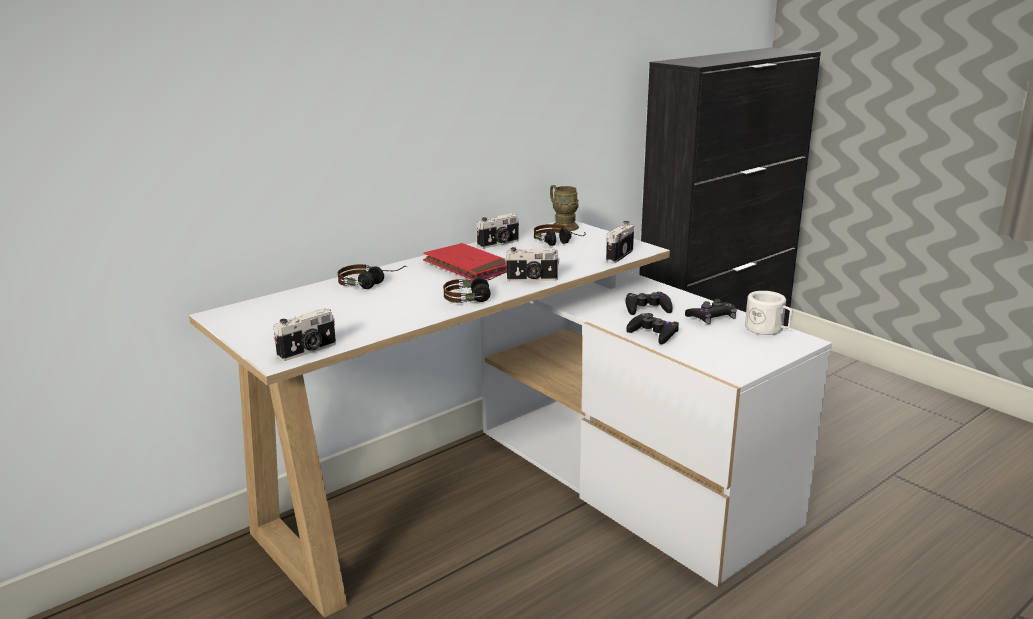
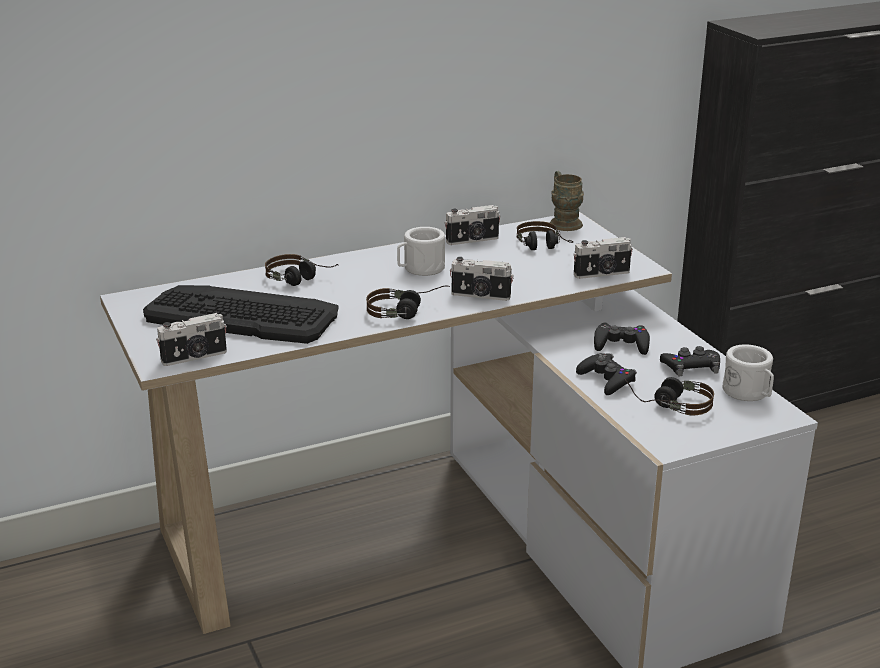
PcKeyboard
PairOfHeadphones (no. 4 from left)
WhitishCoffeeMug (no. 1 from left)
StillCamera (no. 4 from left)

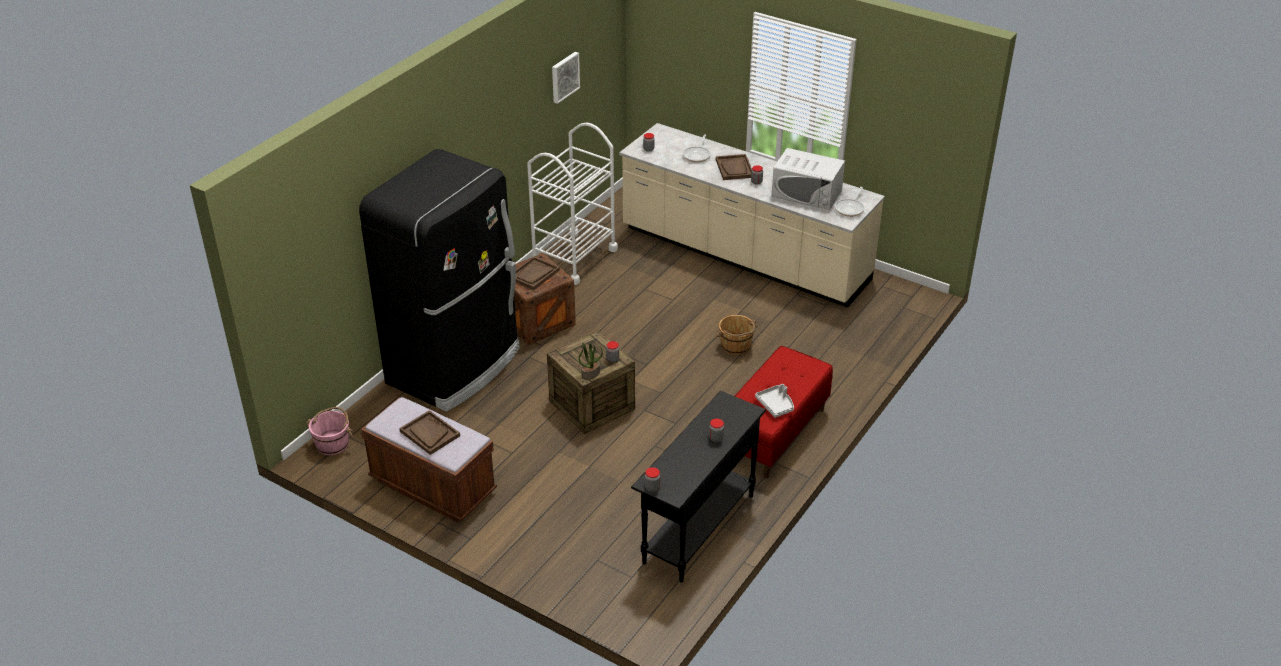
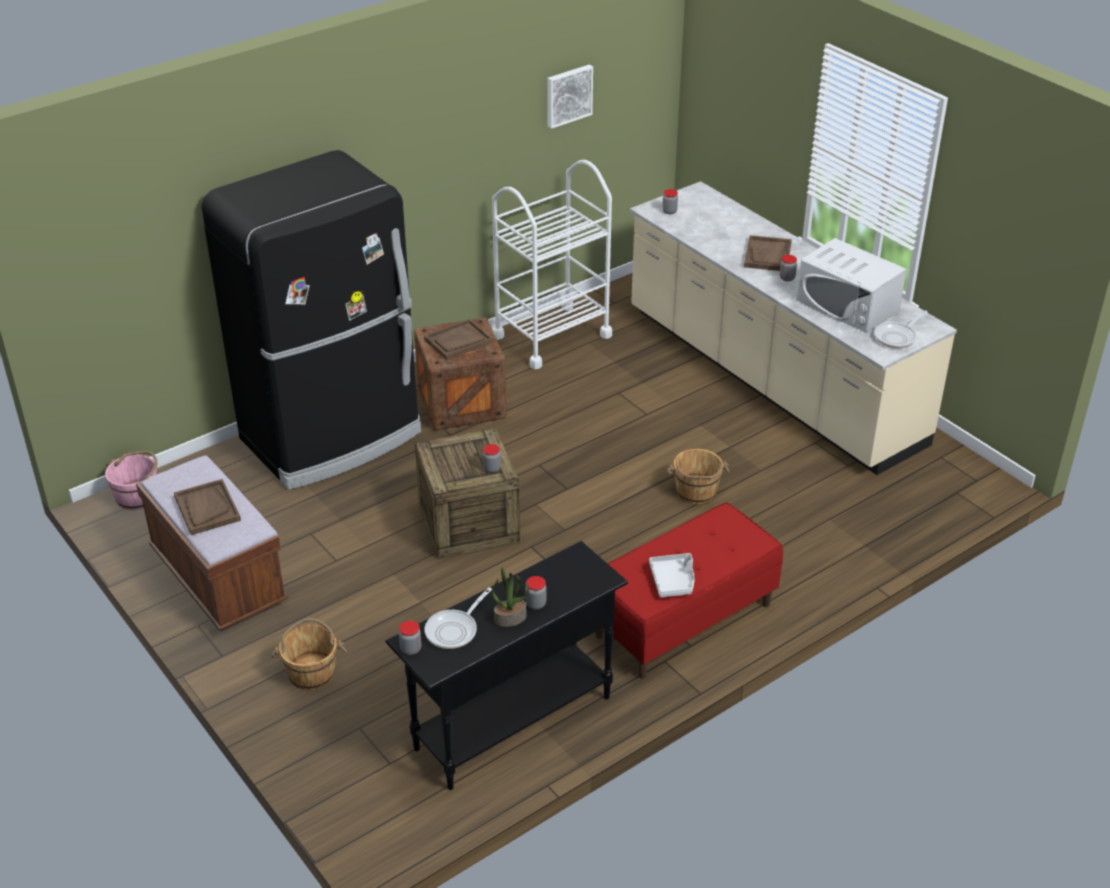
BrownWaterBucket (no. 1 from left)
PlantInAPot
Pan (no. 1 from left)

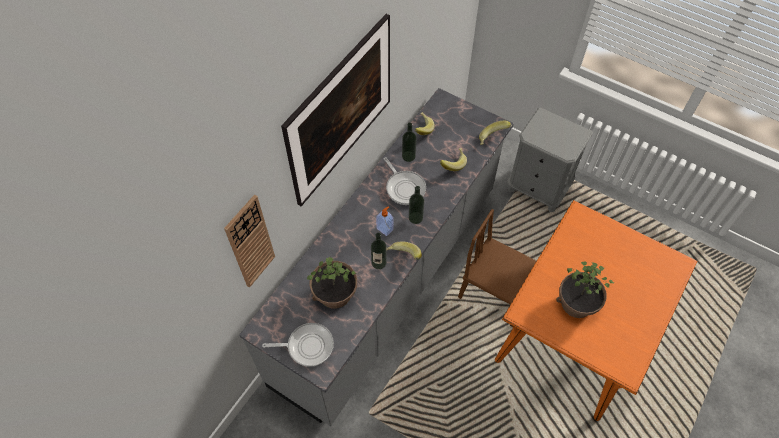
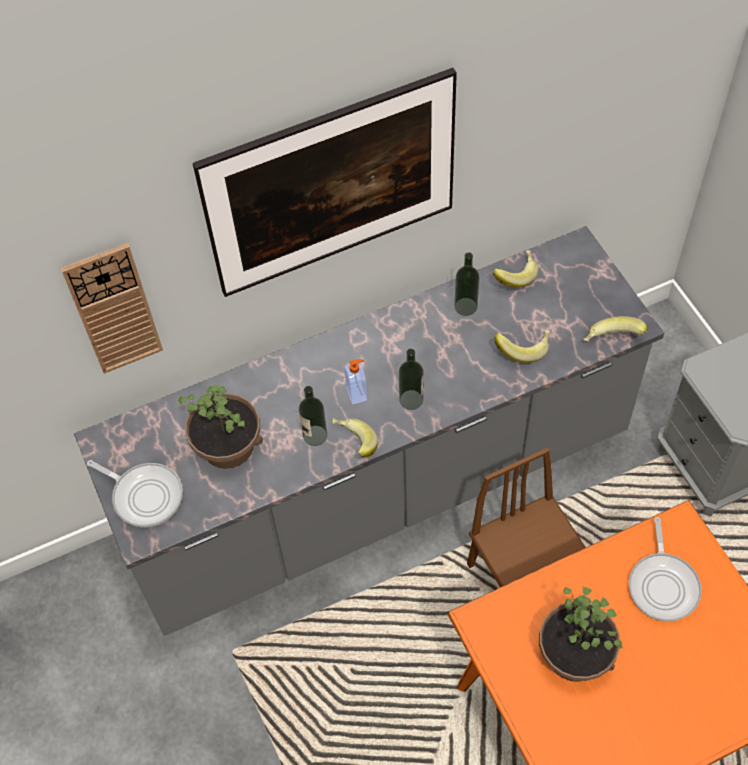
Pan (no. 2 from left)

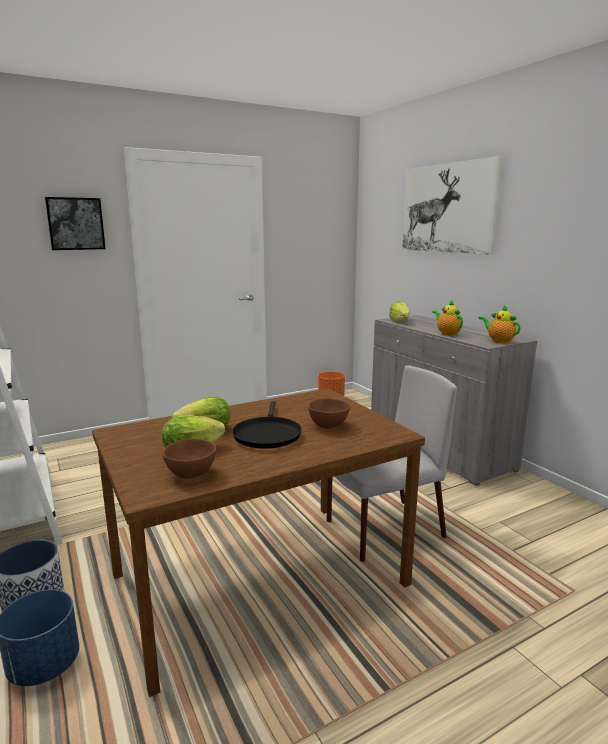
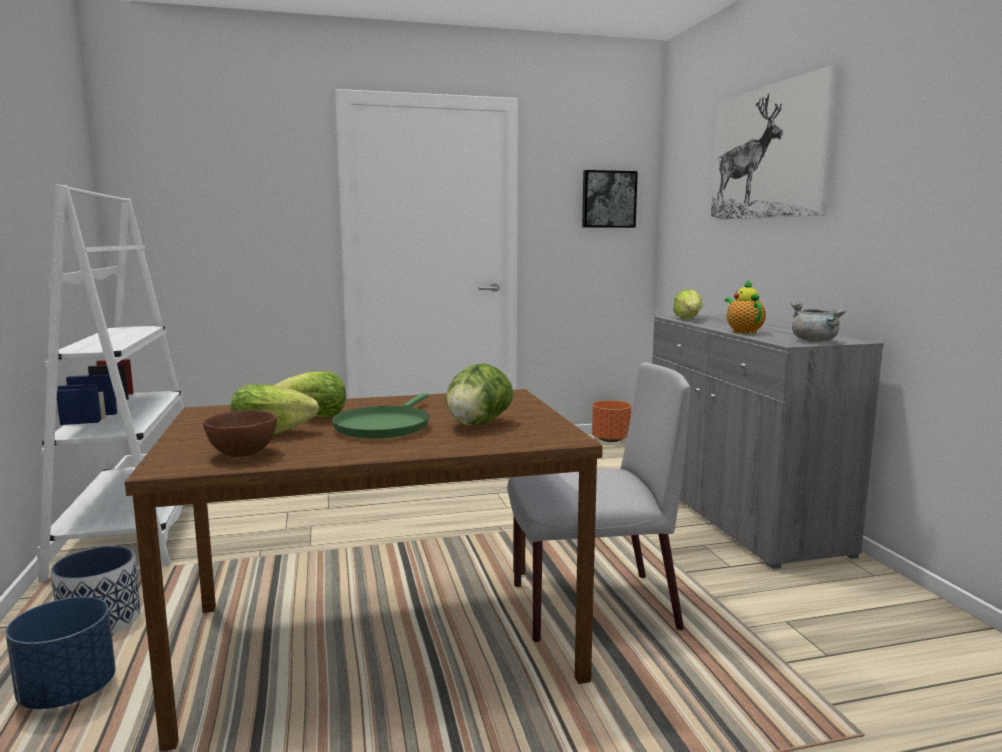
WallArt (no. 1 from left)
LettuceHead (no. 3 from left)
GrayCookingPot
GreenishPan

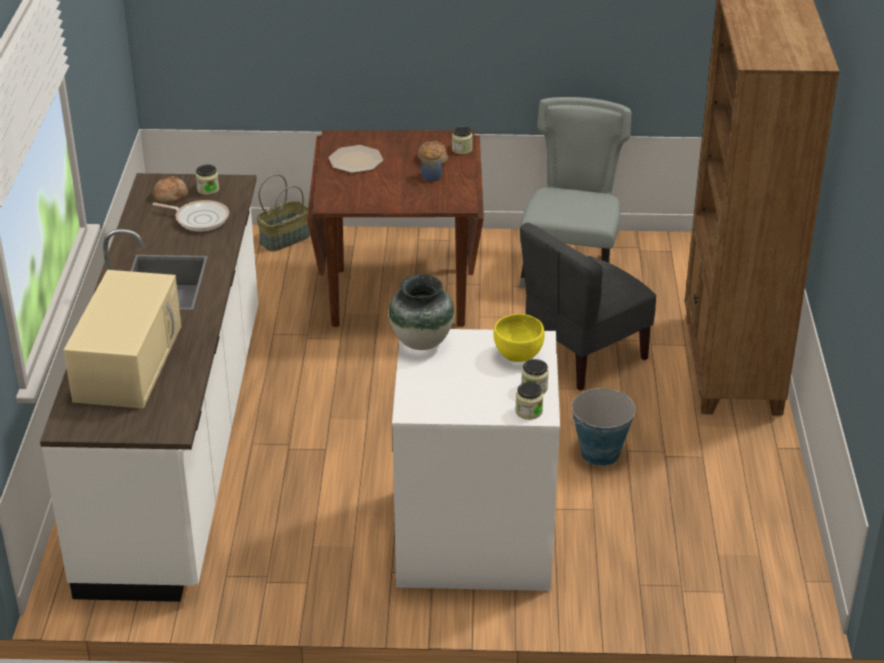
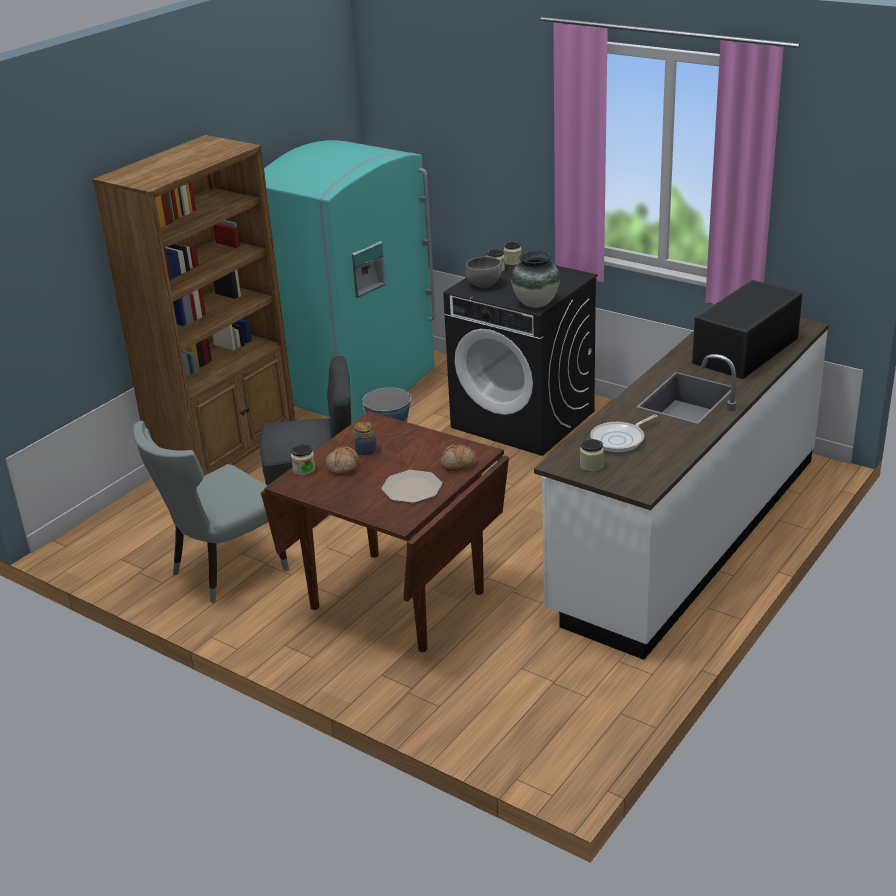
Basket
BlueGreenKitchenFridge
Bread (no. 2 from left)
BlackColouredMicrowave
BlackColouredLaundryAppliance
GrayBowl
Pan

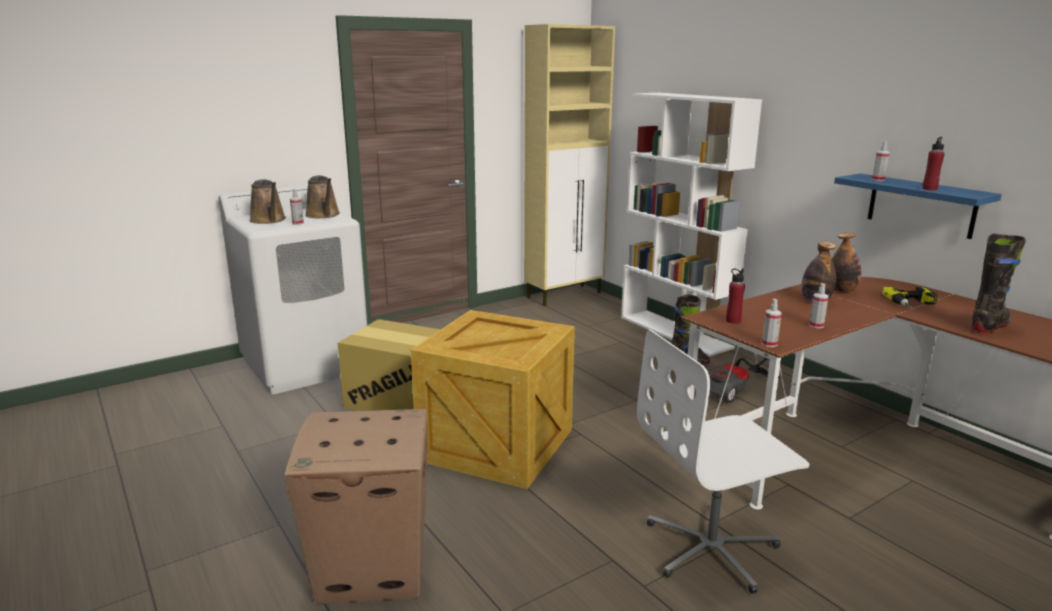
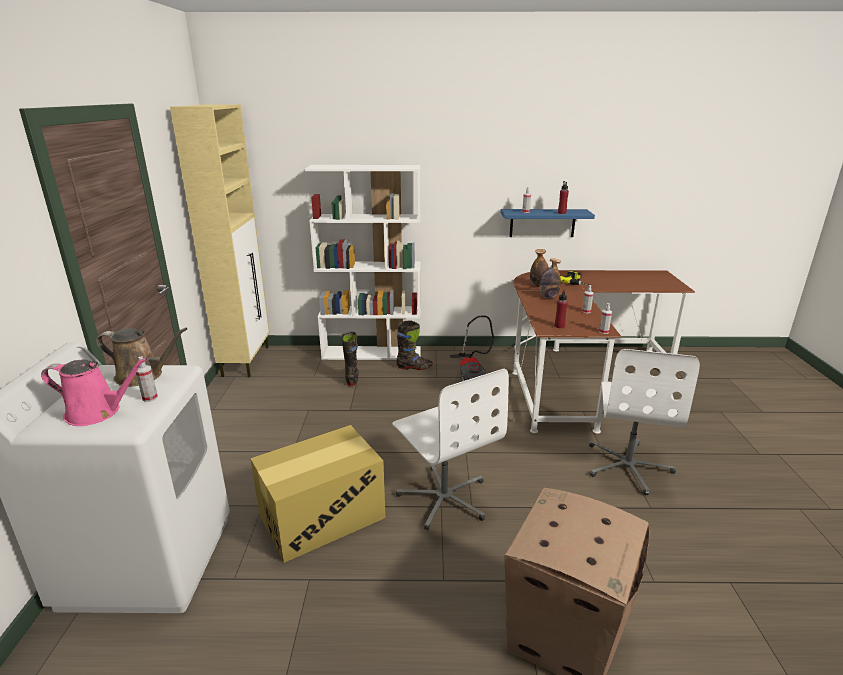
BlackColouredTallBoot (no. 1 from left)
WhitishDeskChair (no. 1 from left)
PinkSprinklingCan

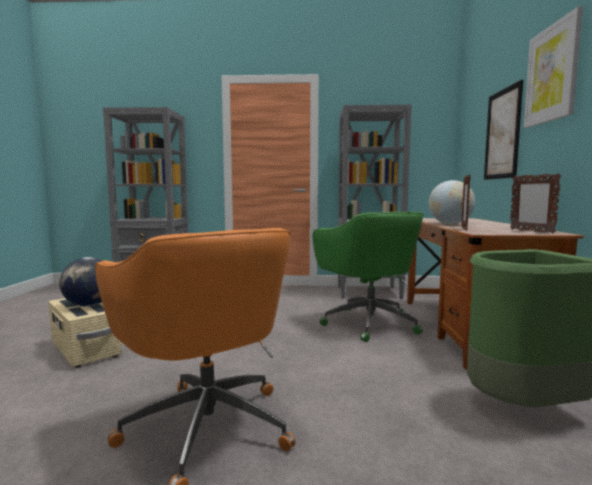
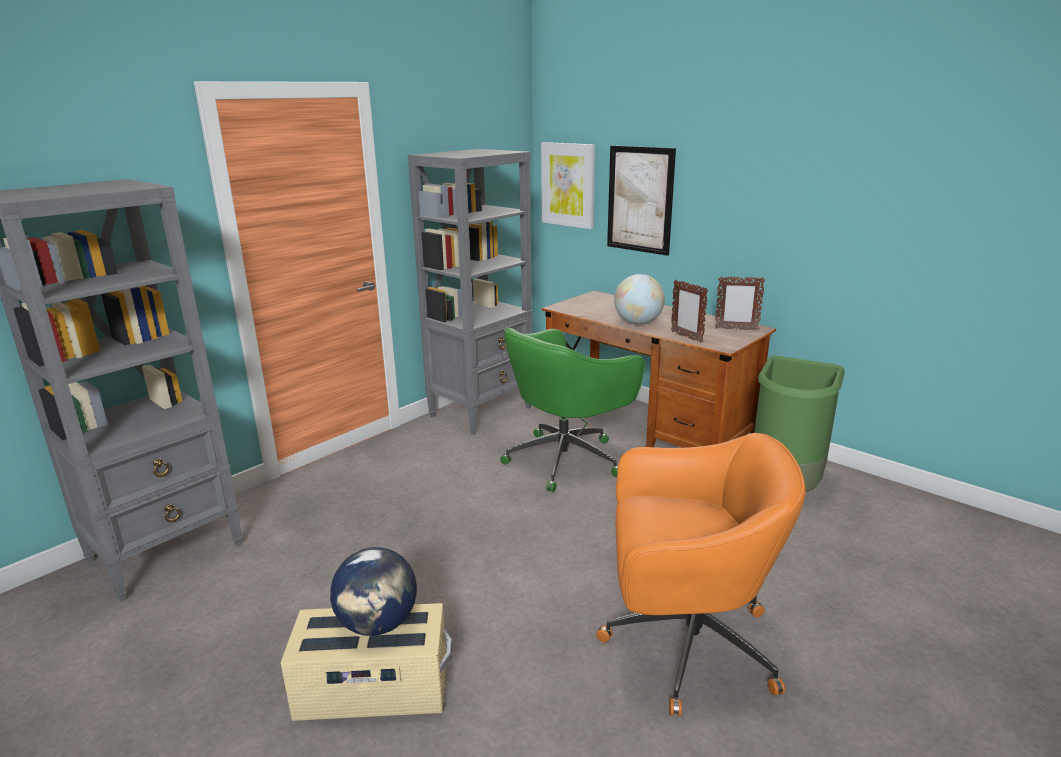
WallArt (no. 1 from left)
GreenishDeskChair

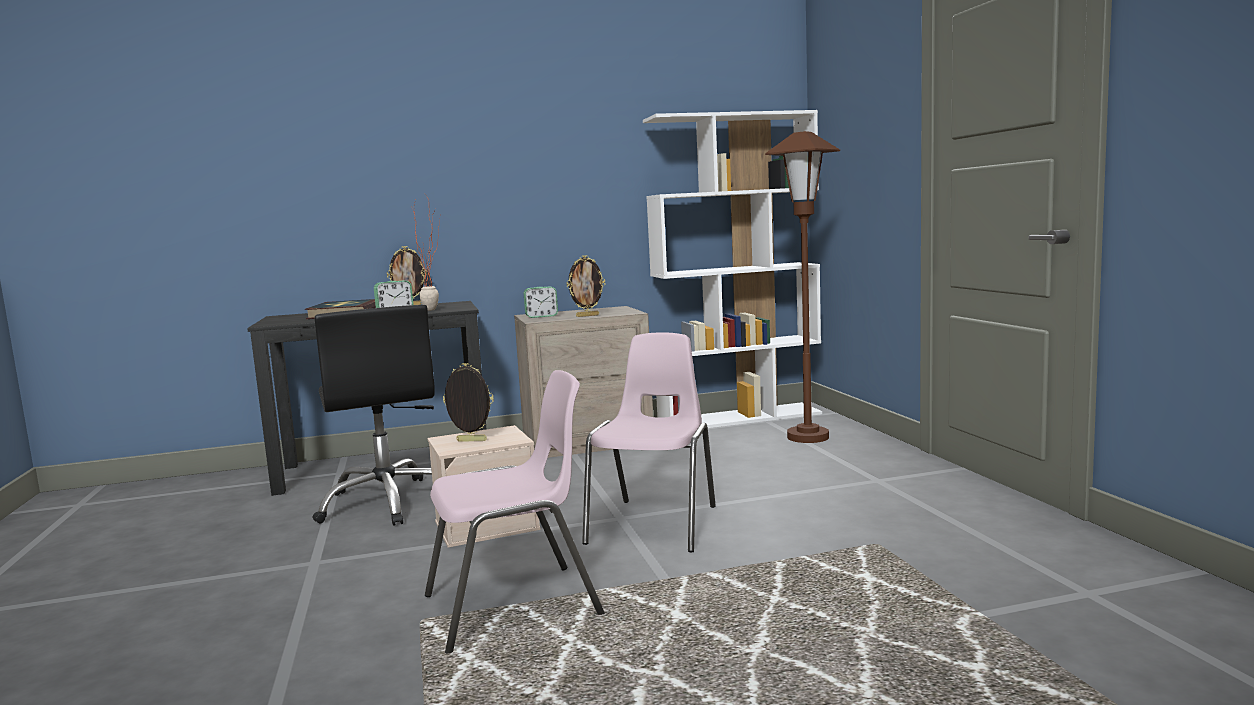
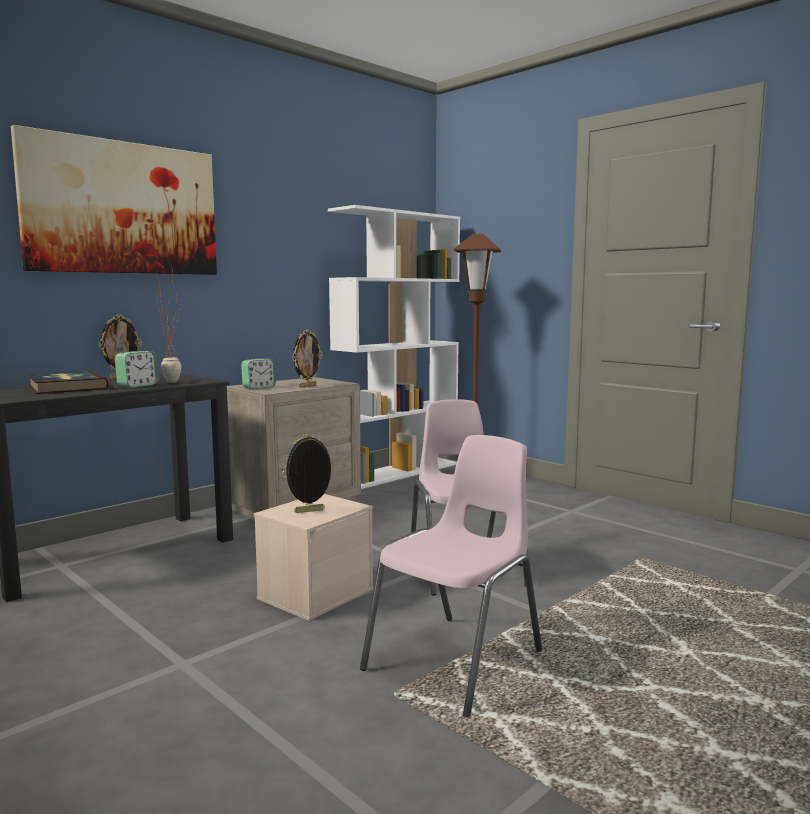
BlackColouredDeskChair
WallArt

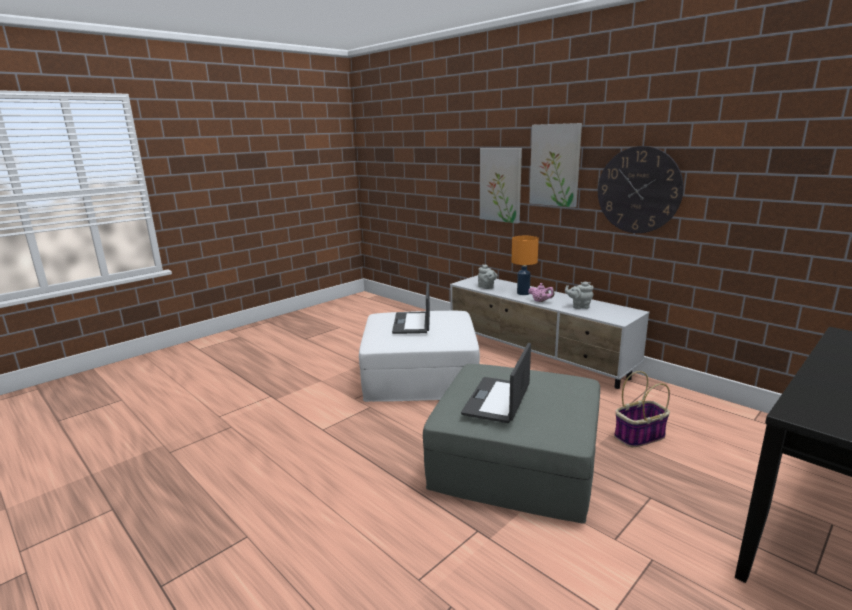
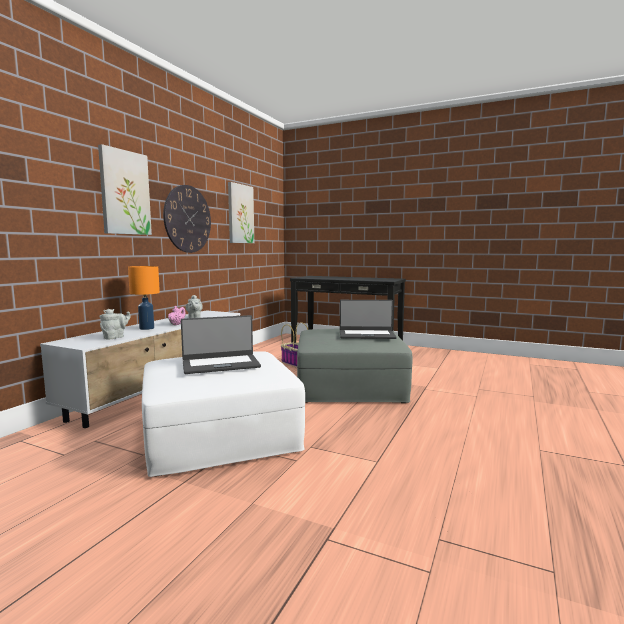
WallArt (no. 2 from left)

